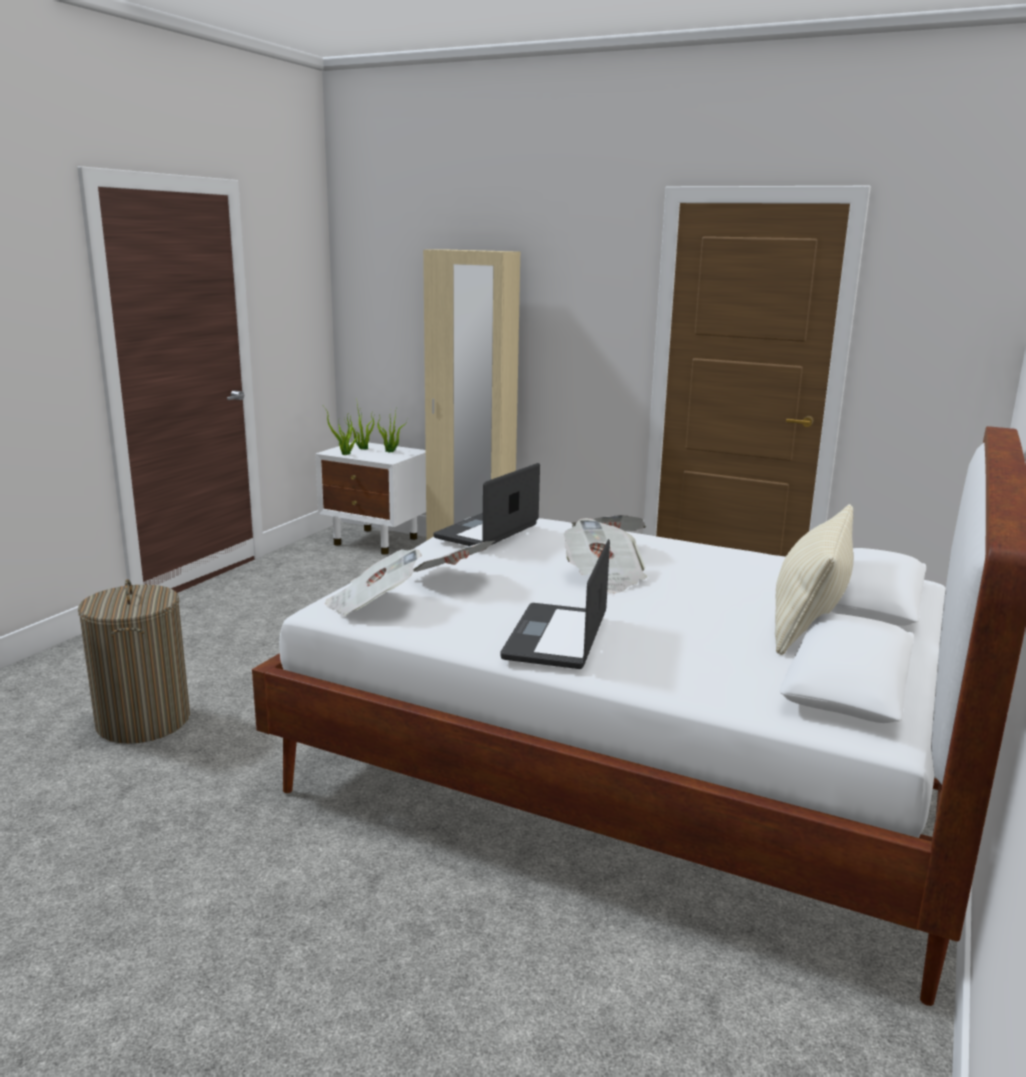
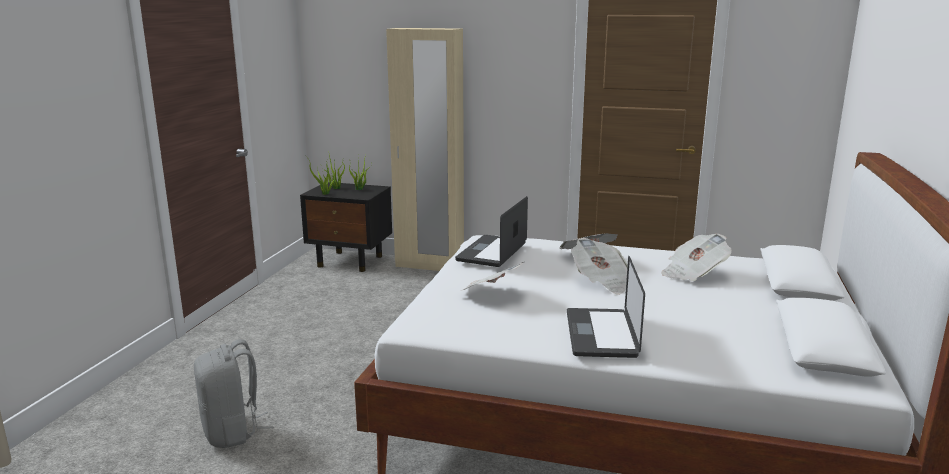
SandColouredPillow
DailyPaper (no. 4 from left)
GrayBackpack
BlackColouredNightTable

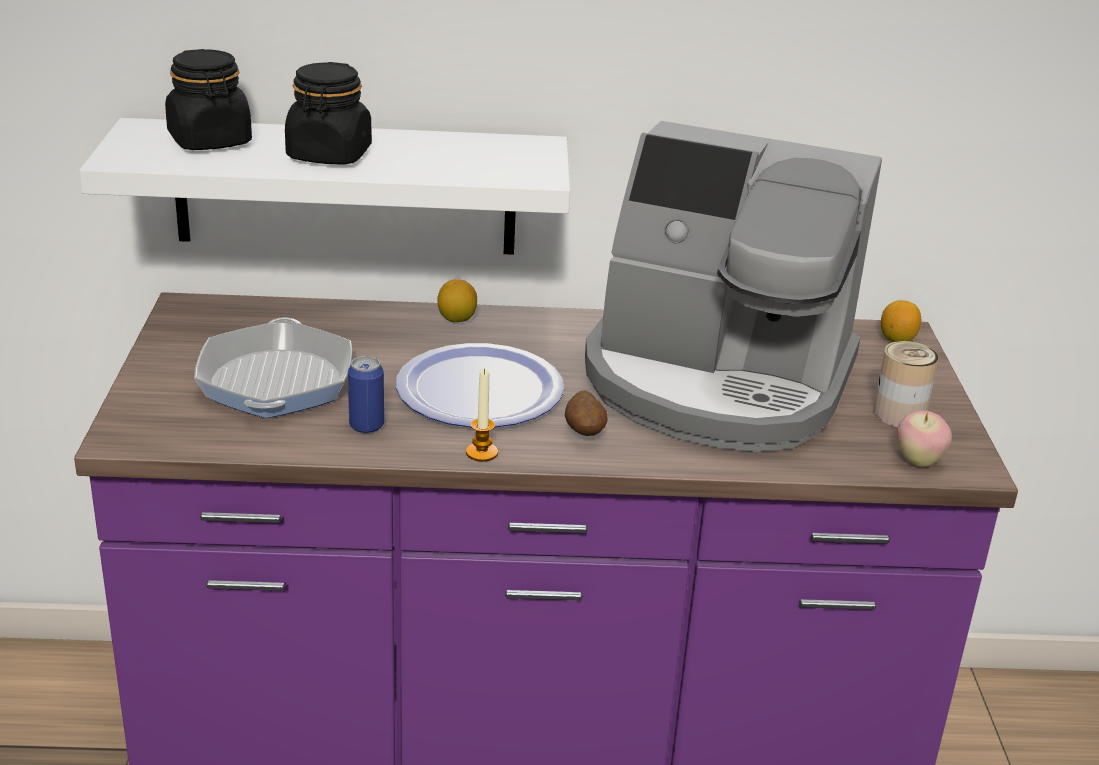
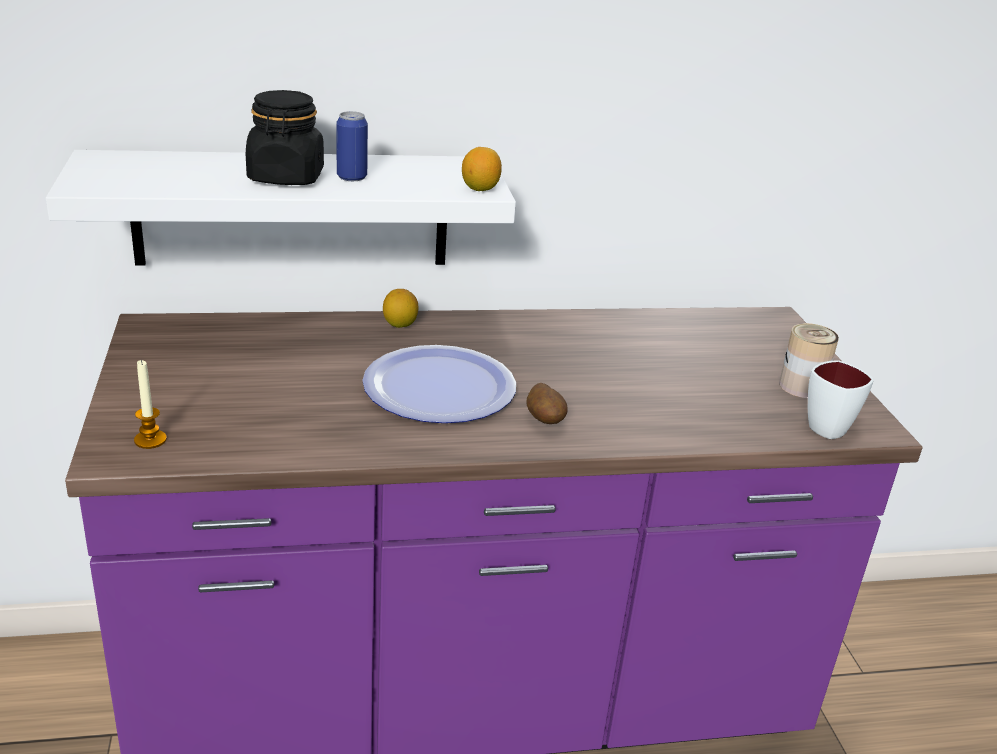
BlackColouredJar (no. 1 from left in the first image)
Pan
CoffeeMachine
Can (no. 1 from left)
WaxLight
Lemon (no. 2 from left)
WhitishCoffeeMug

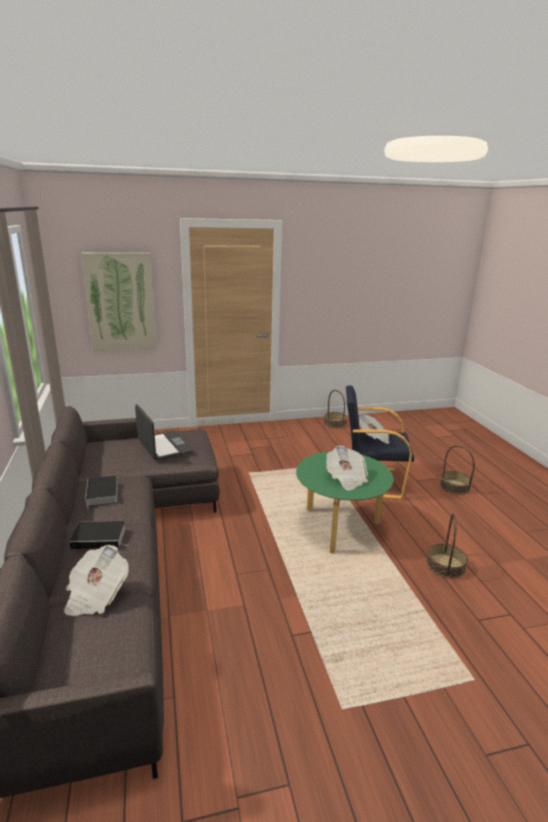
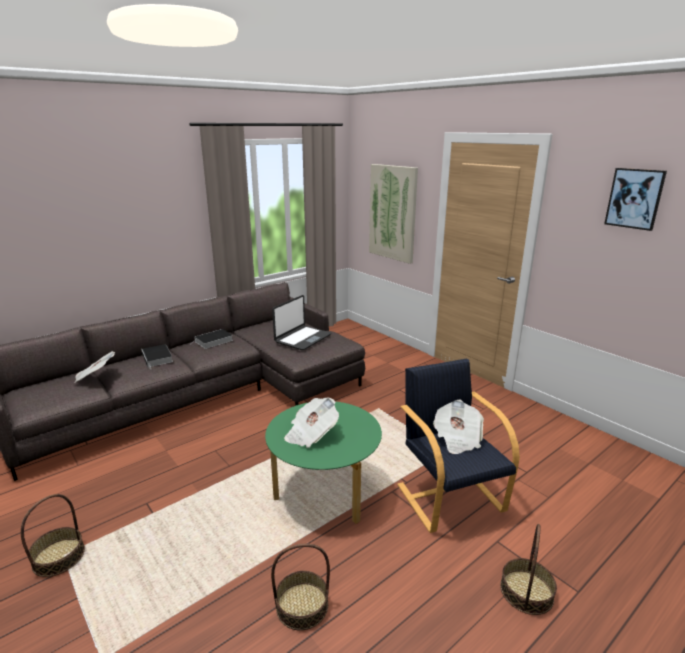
WallArt (no. 2 from left)
Basket (no. 1 from left)

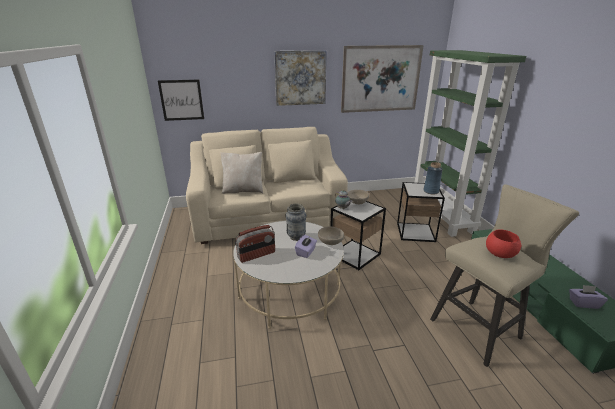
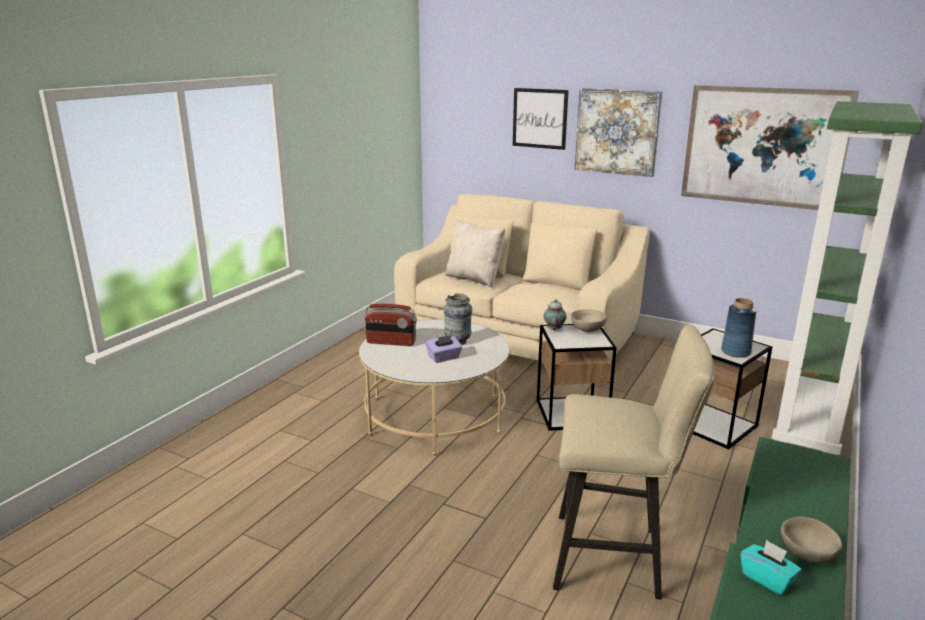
ReddishBowl
WallArt (no. 1 from left)
SandColouredBowl (no. 2 from left)
BlueGreenTissueBox

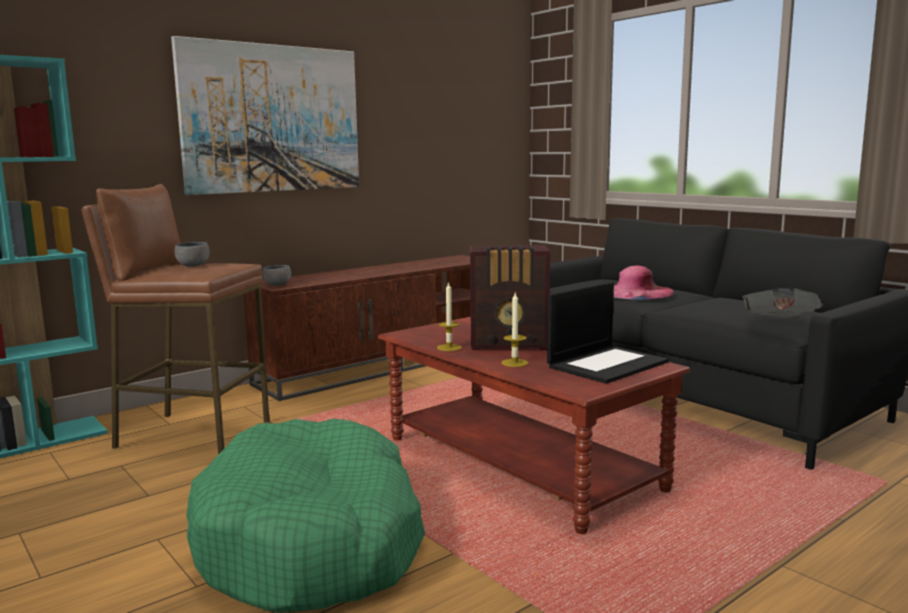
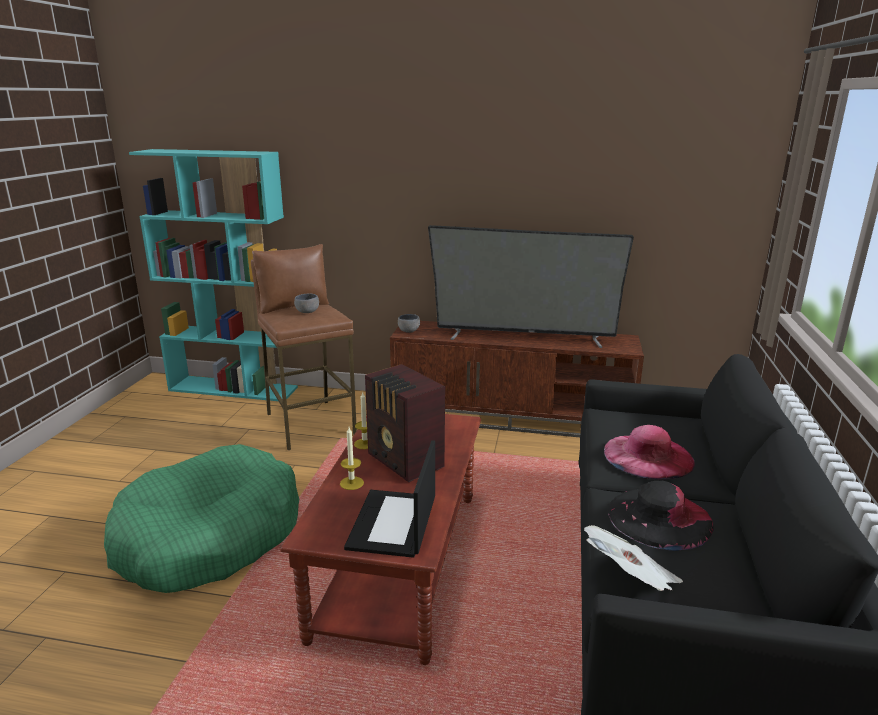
WallArt
Tv
BlackColouredClothingHat
PortableComputer

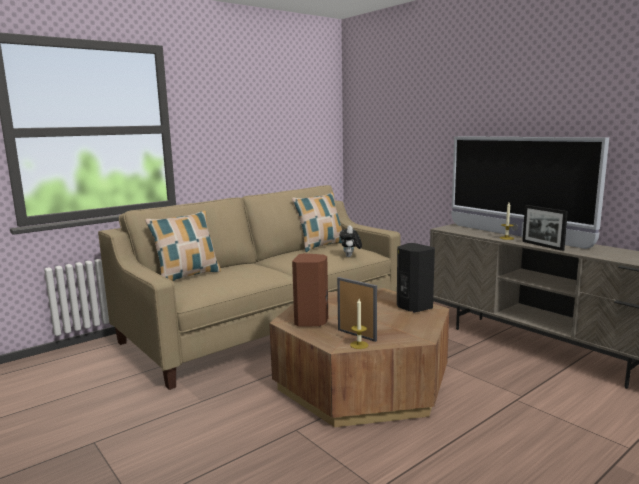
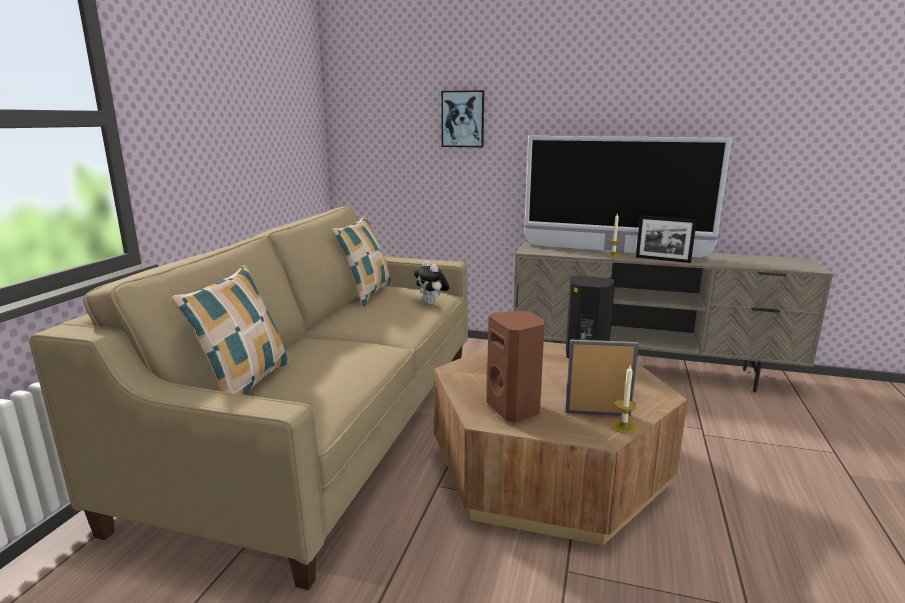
WallArt

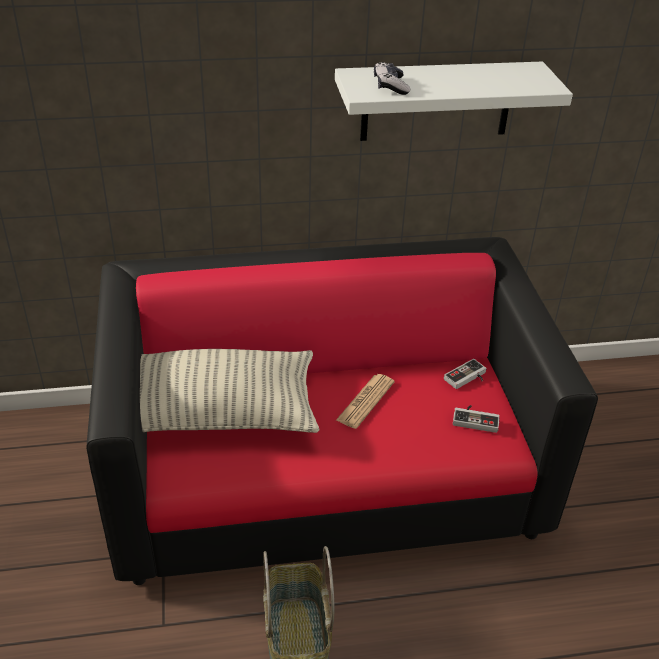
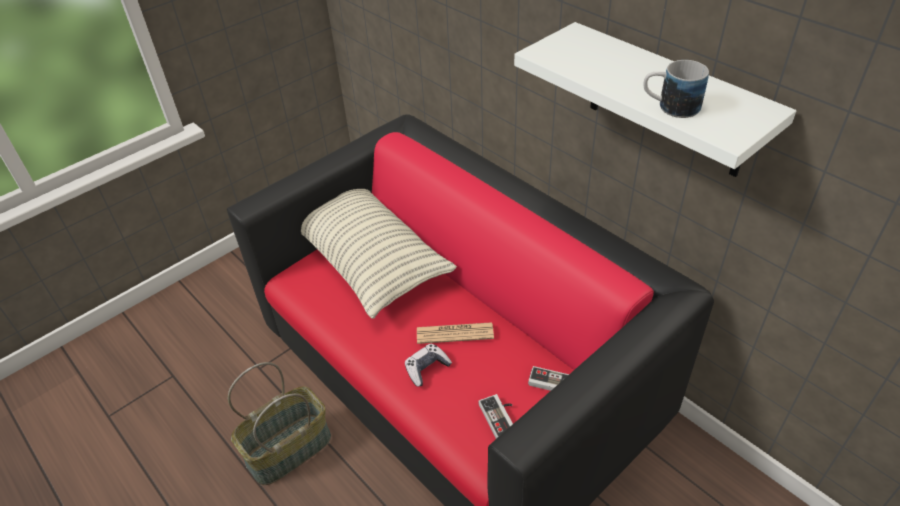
CoffeeMug
GameController (no. 1 from left)

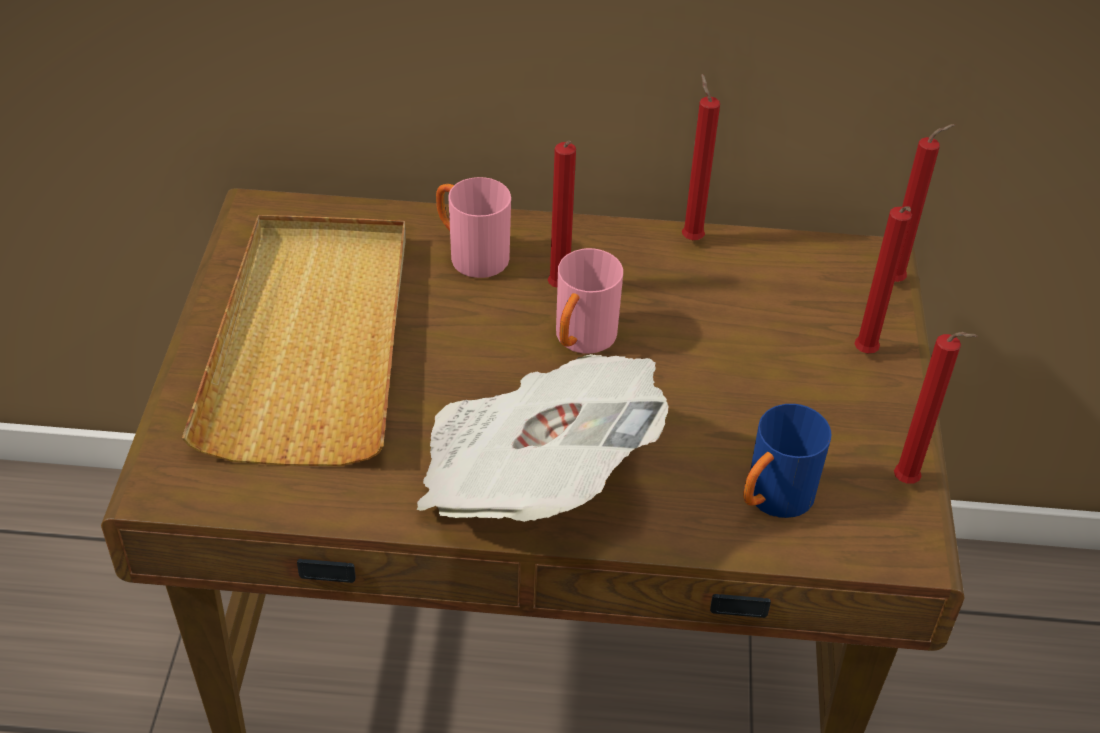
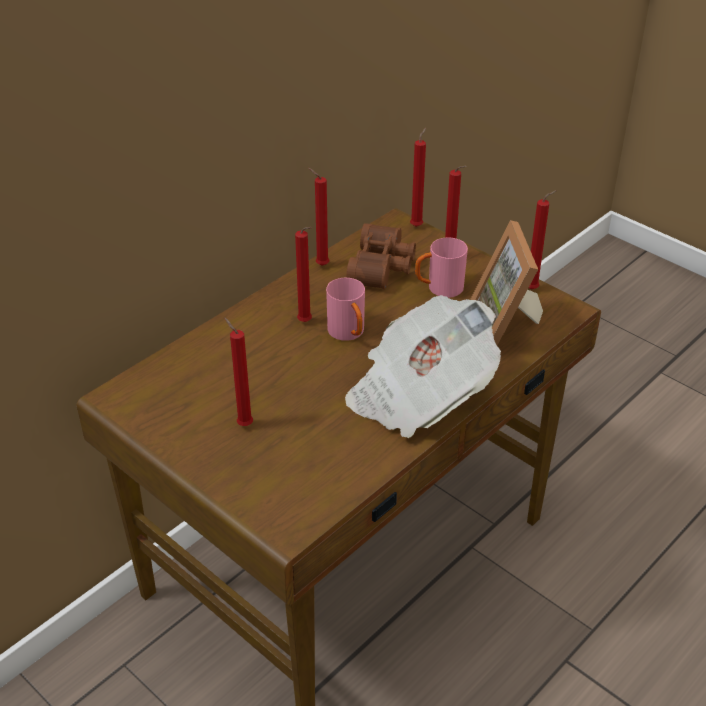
BrownPairOfBinoculars
PinkCoffeeMug (no. 2 from left)
ReddishWaxLight (no. 1 from left)
PictureFrame

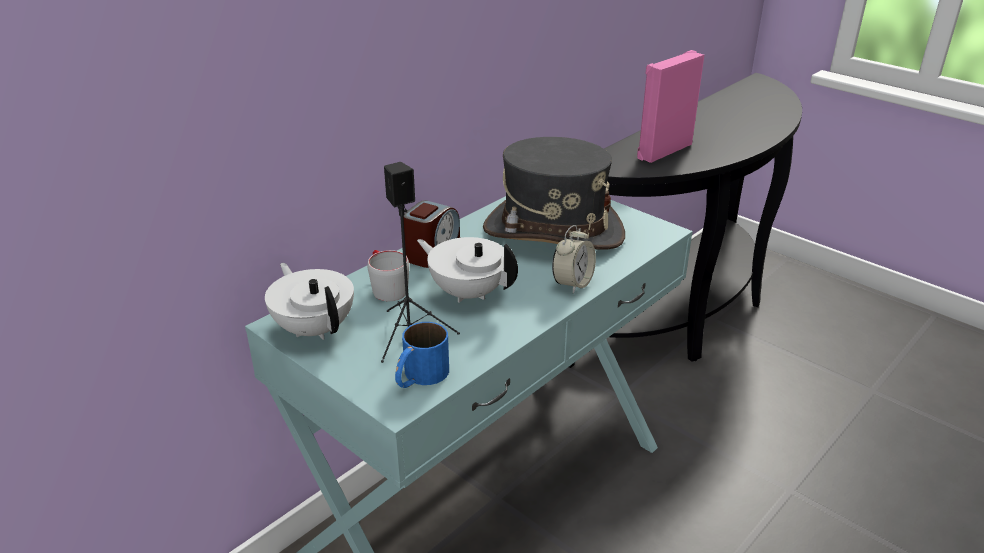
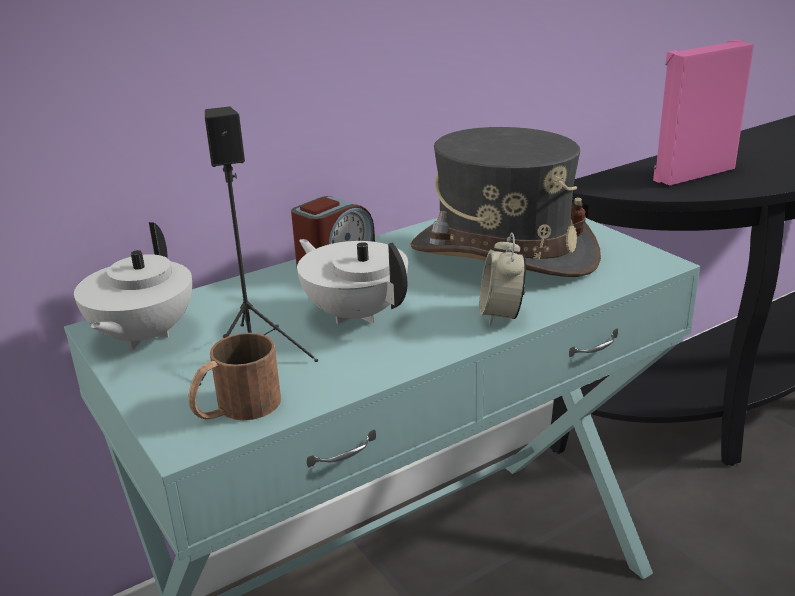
GrayCoffeeMug
BrownCoffeeMug
WhitishPotForTea (no. 1 from left)
TableClock (no. 2 from left)

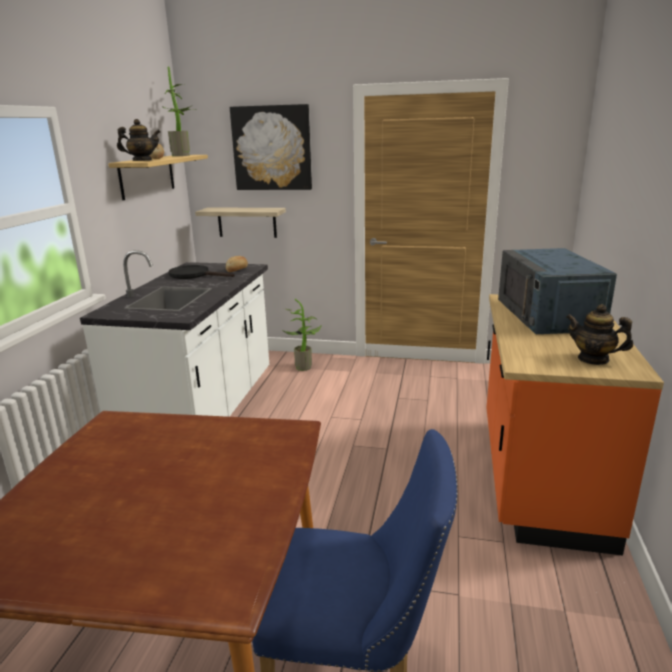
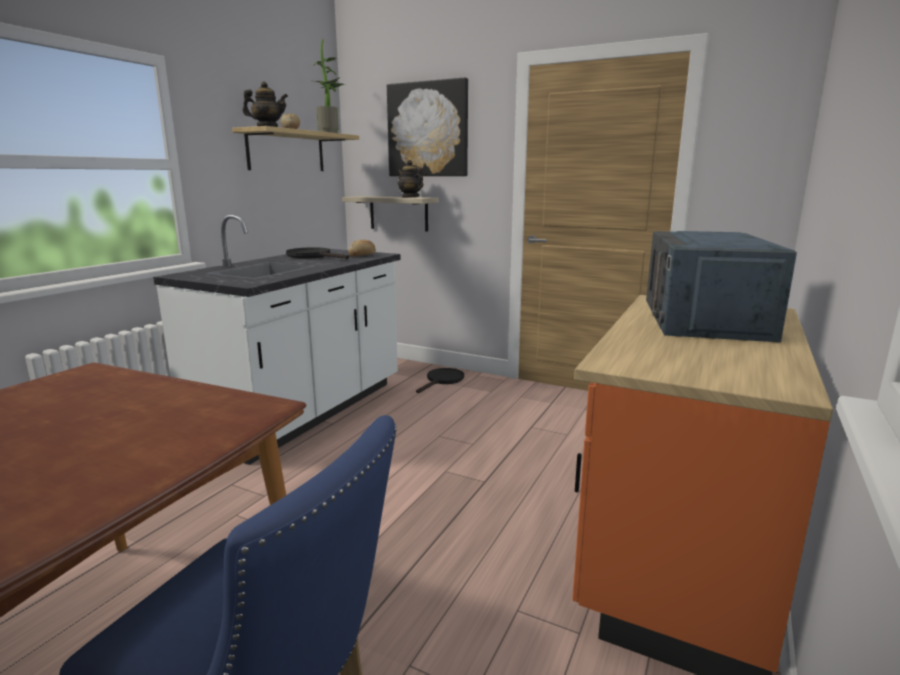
PotForTea (no. 2 from left)
BlackColouredPan (no. 2 from left)

